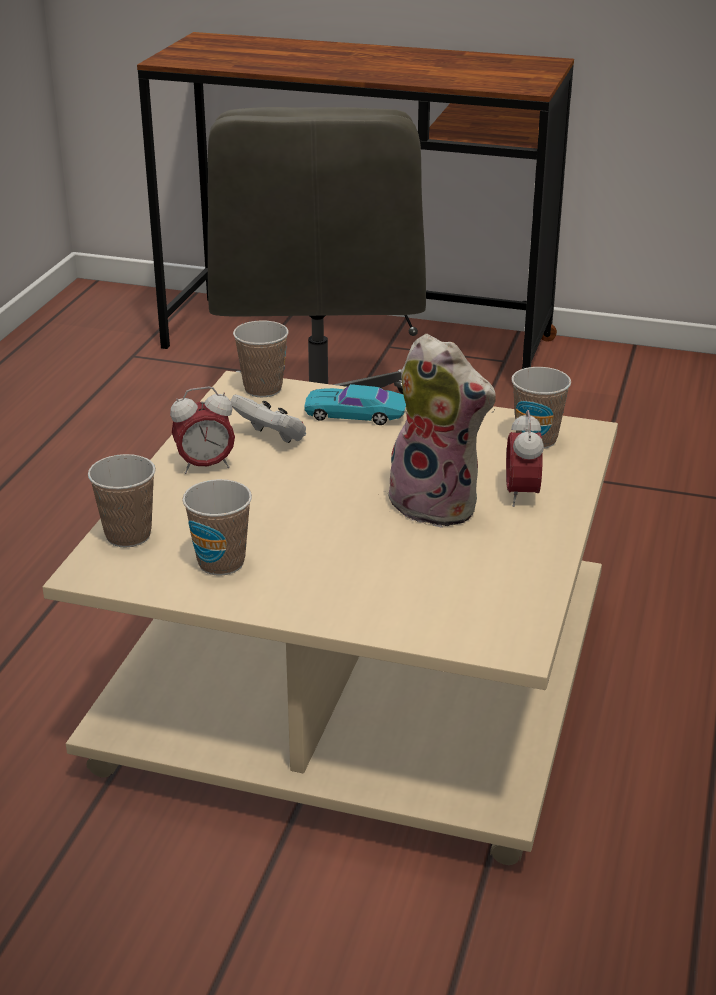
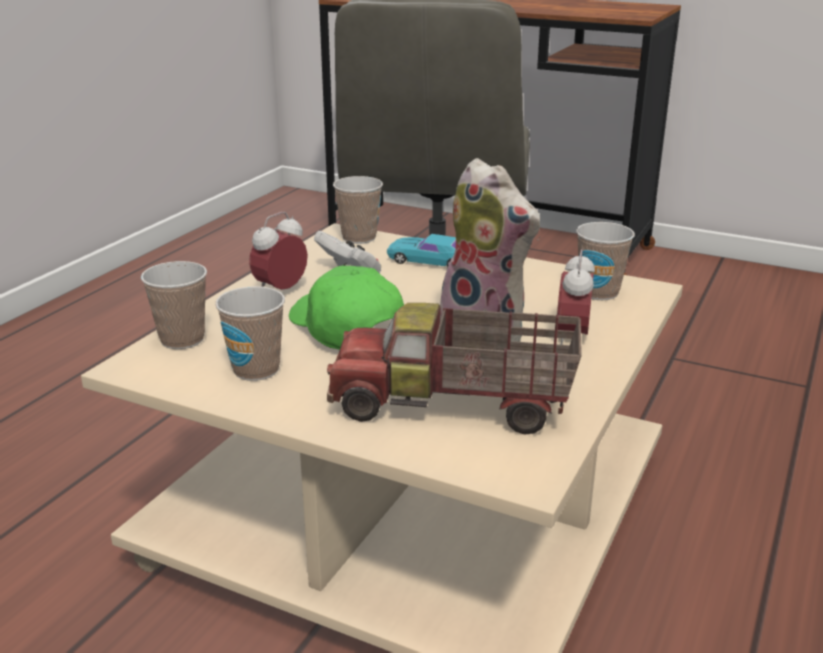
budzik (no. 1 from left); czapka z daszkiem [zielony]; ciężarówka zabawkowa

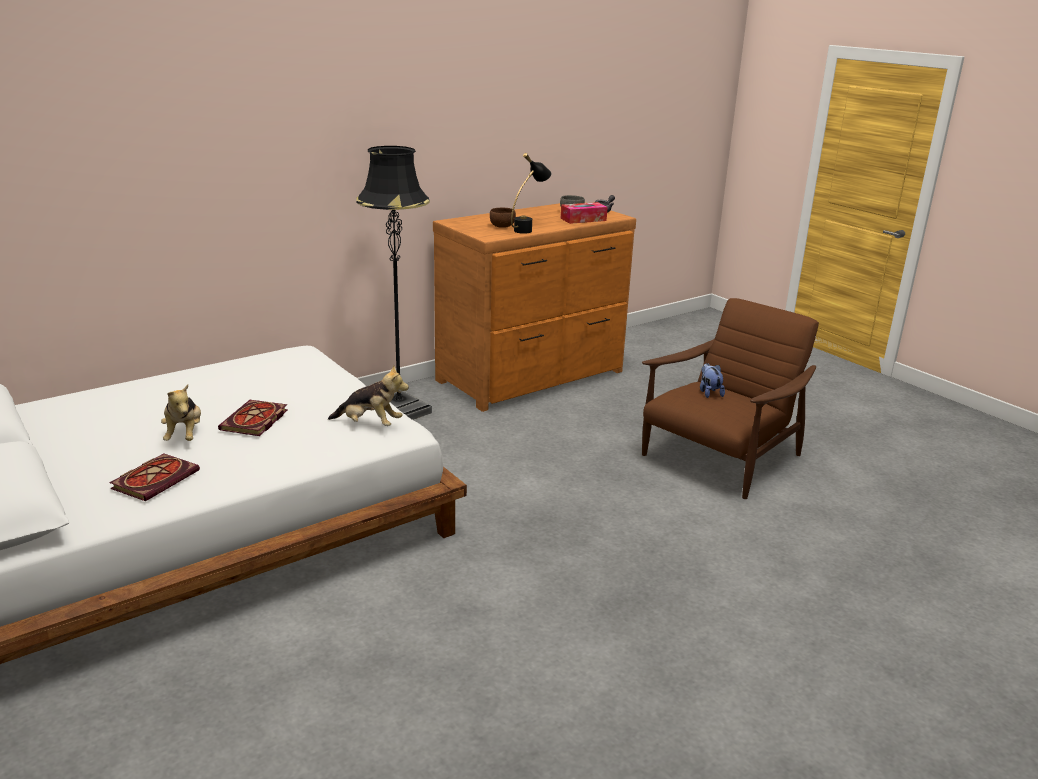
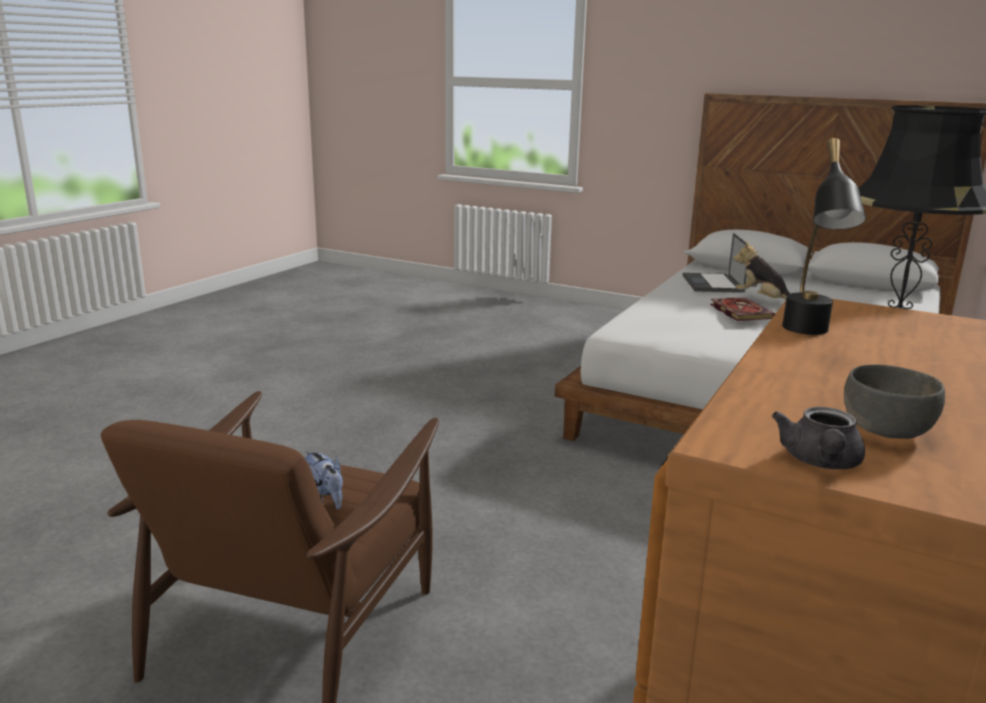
pudełko chusteczek; miska [brązowy]; pluszak (no. 2 from left in the first image); laptop

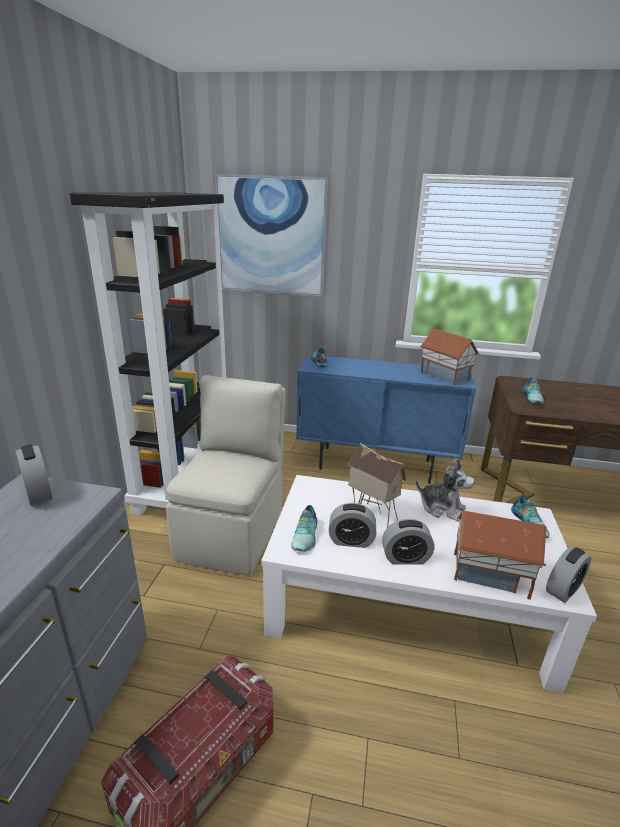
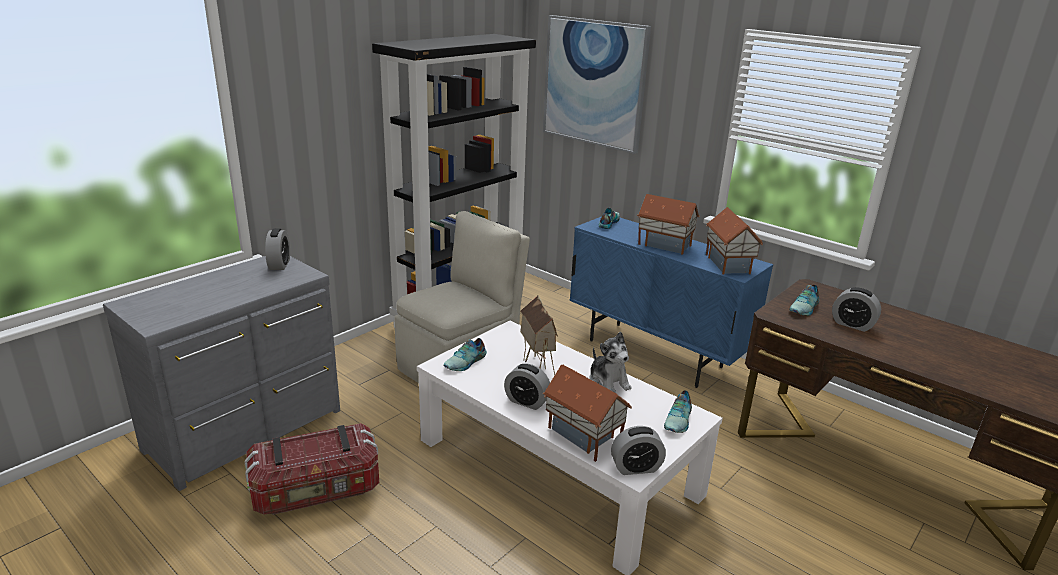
budzik (no. 4 from left); domek (no. 3 from left)

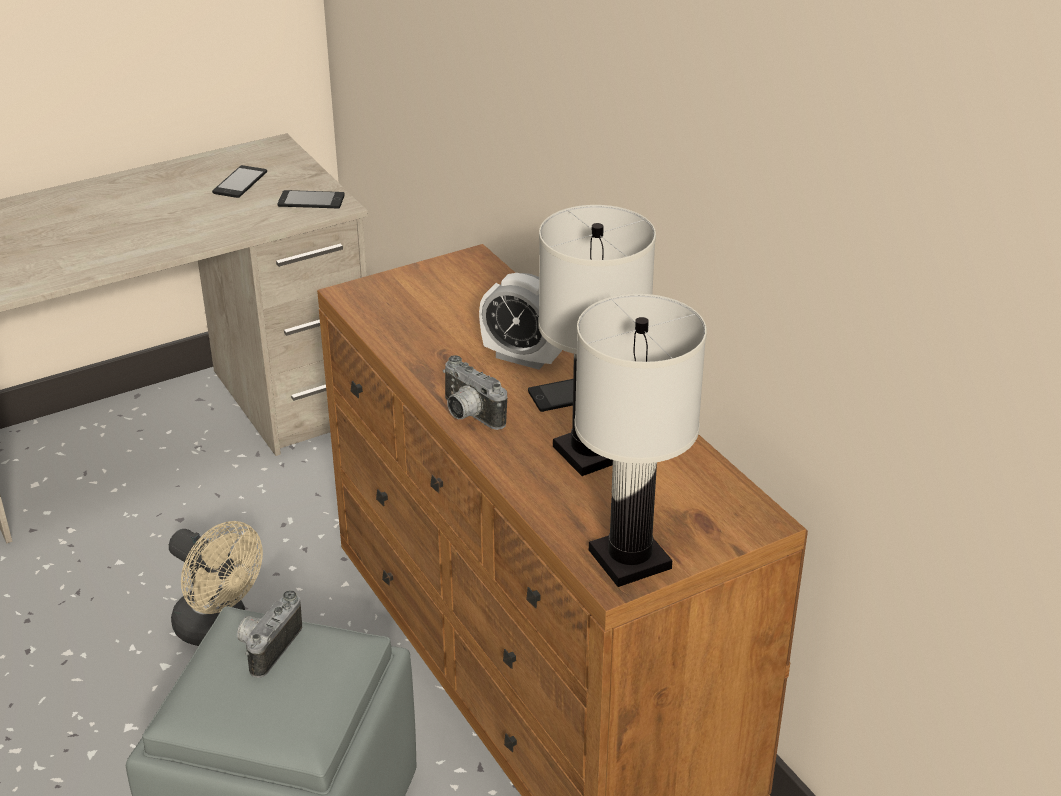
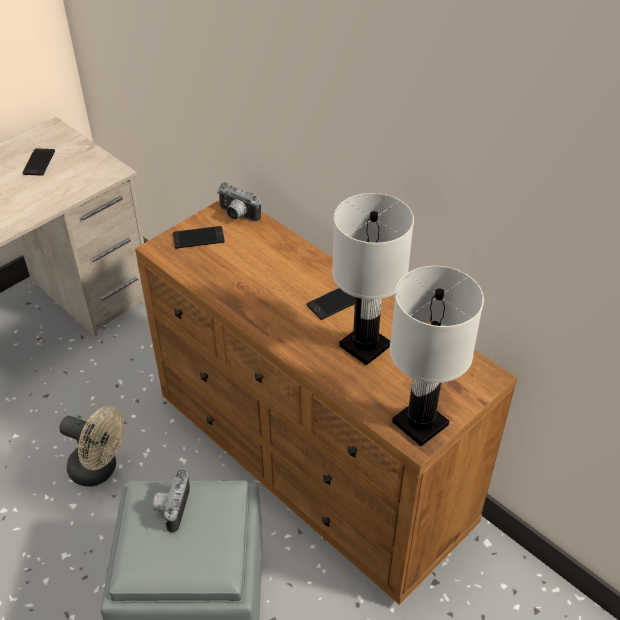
telefon (no. 2 from left); budzik; aparat fotograficzny (no. 2 from left)

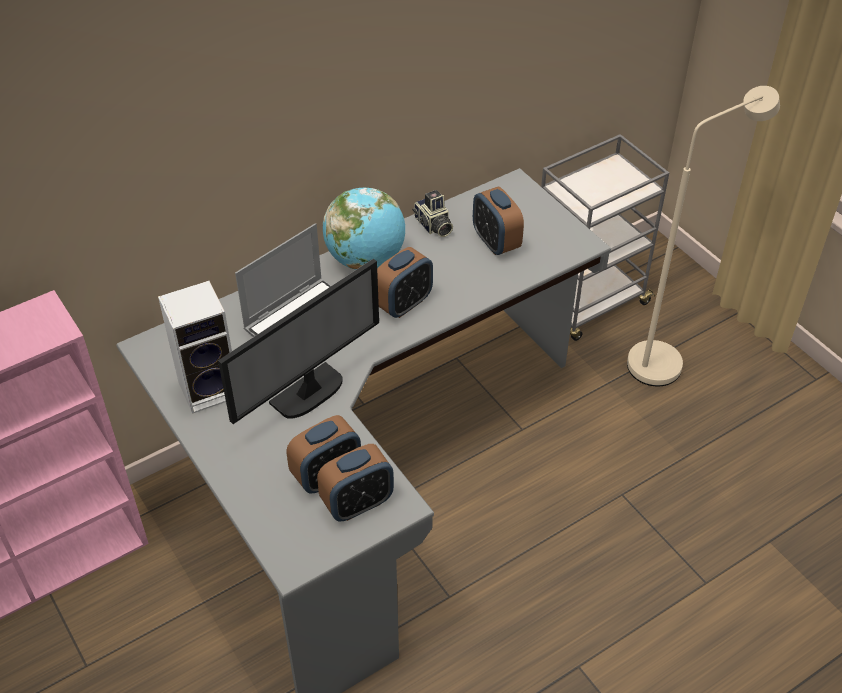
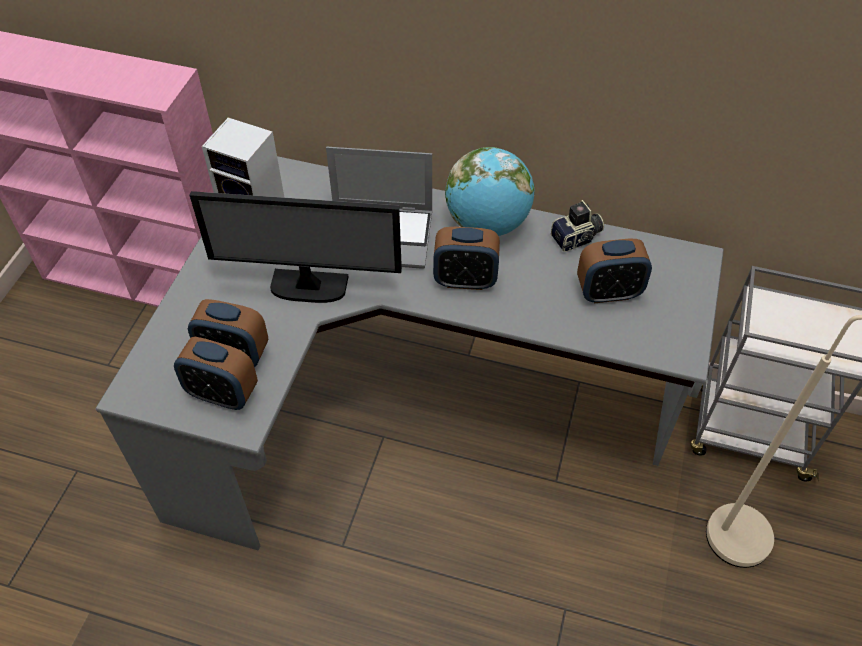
budzik (no. 4 from left); aparat fotograficzny

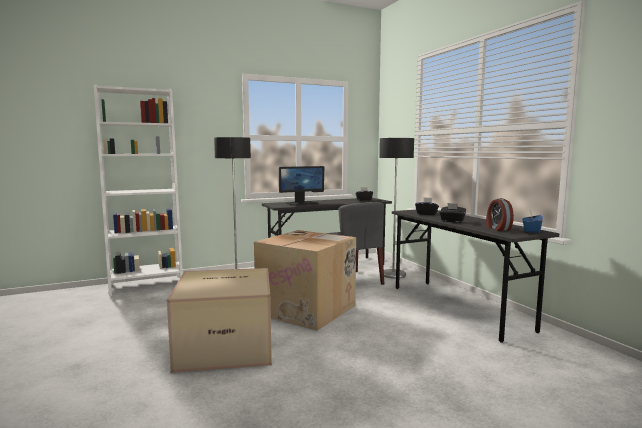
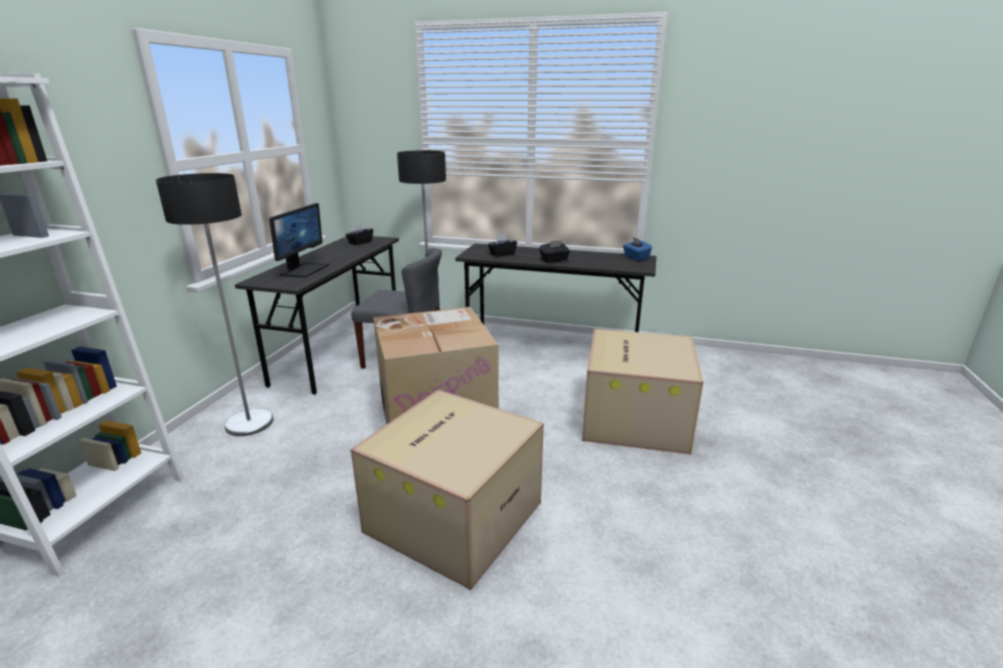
budzik; karton (no. 3 from left)

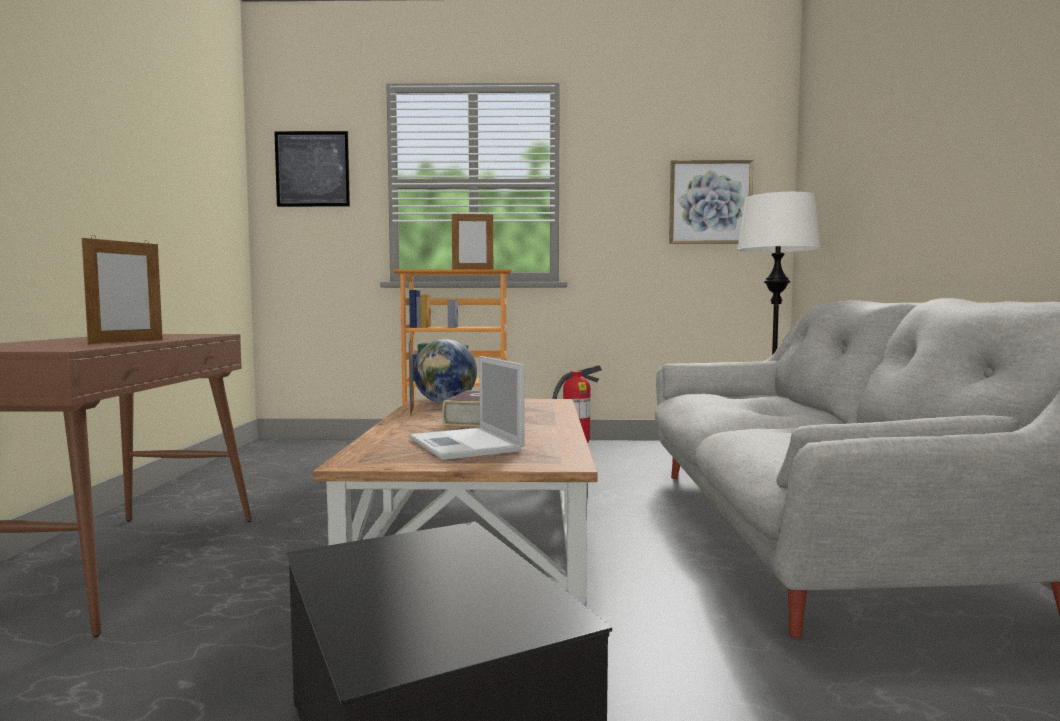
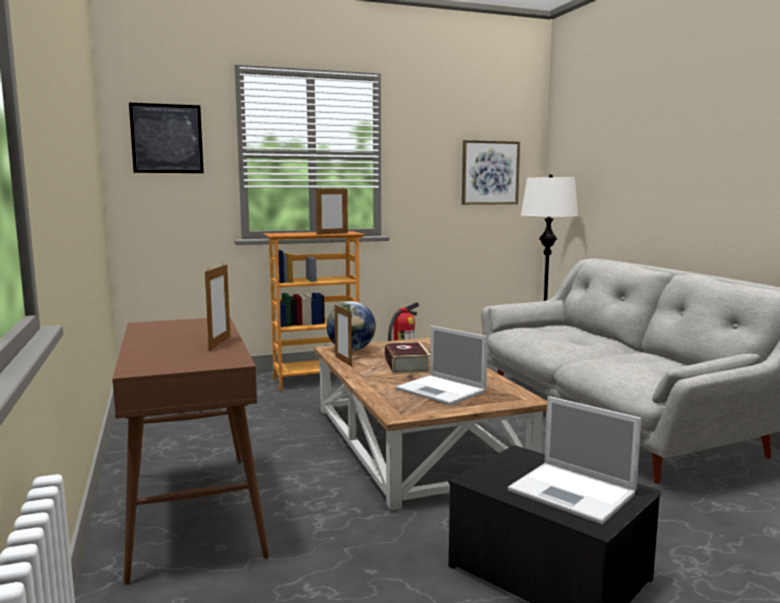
laptop (no. 2 from left)

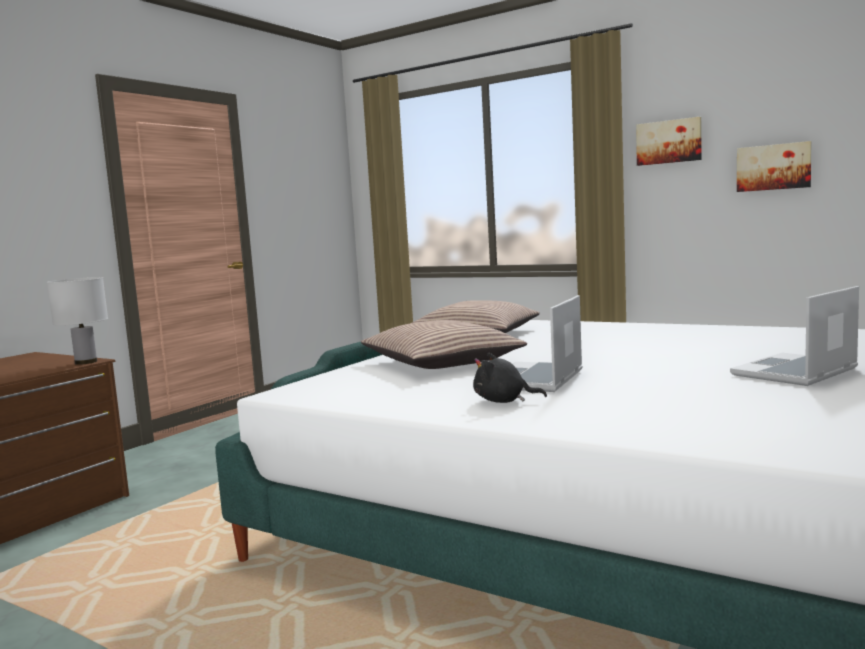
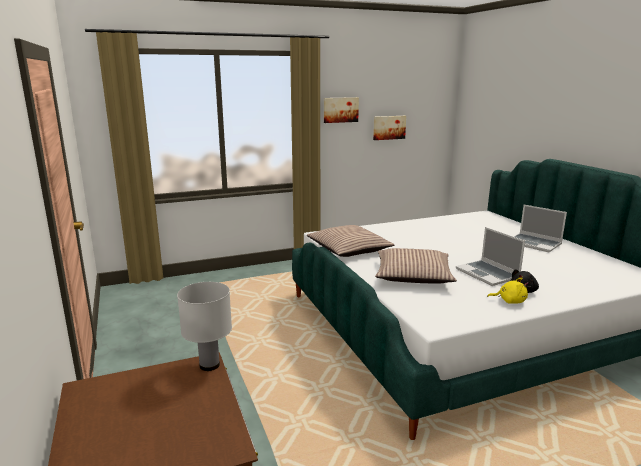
laptop (no. 2 from left); pluszak [żółty]

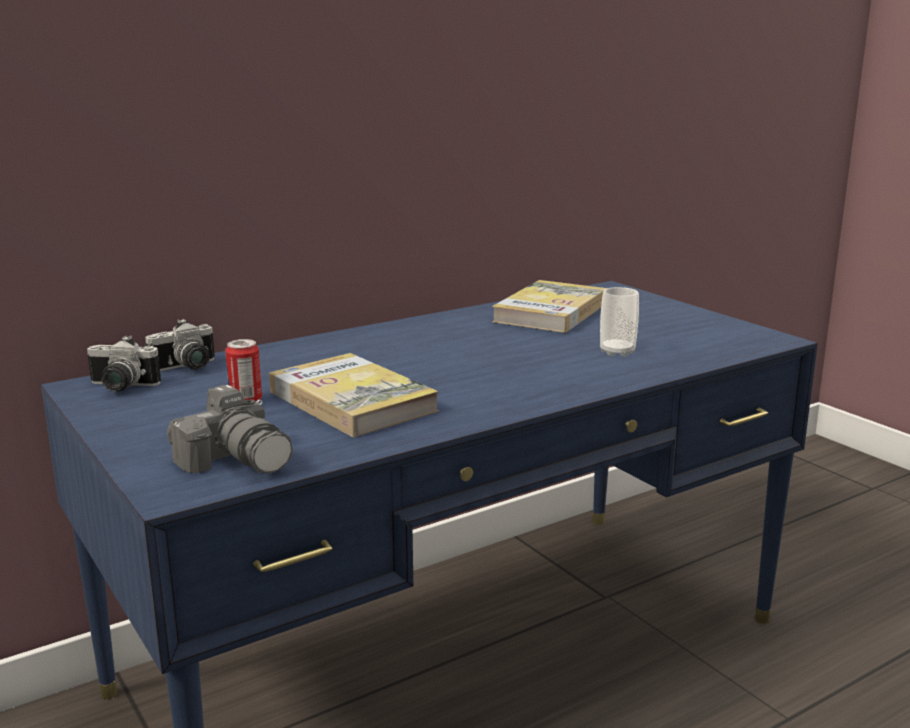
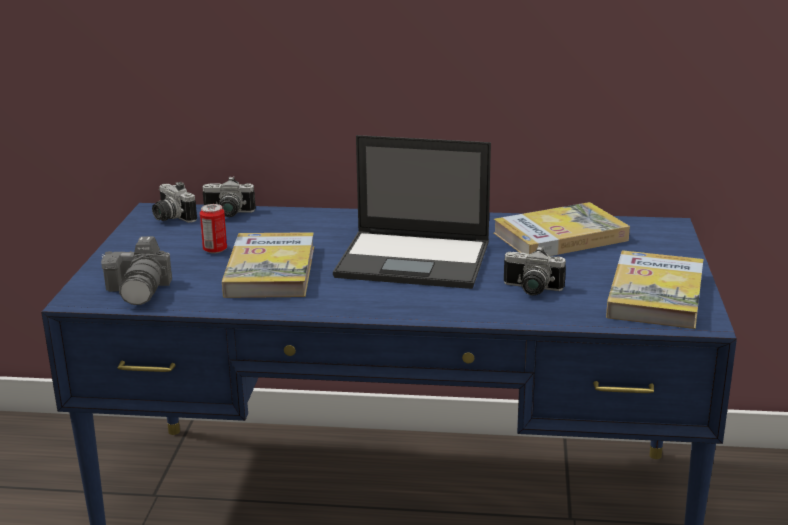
aparat fotograficzny (no. 4 from left); laptop; książka (no. 3 from left)

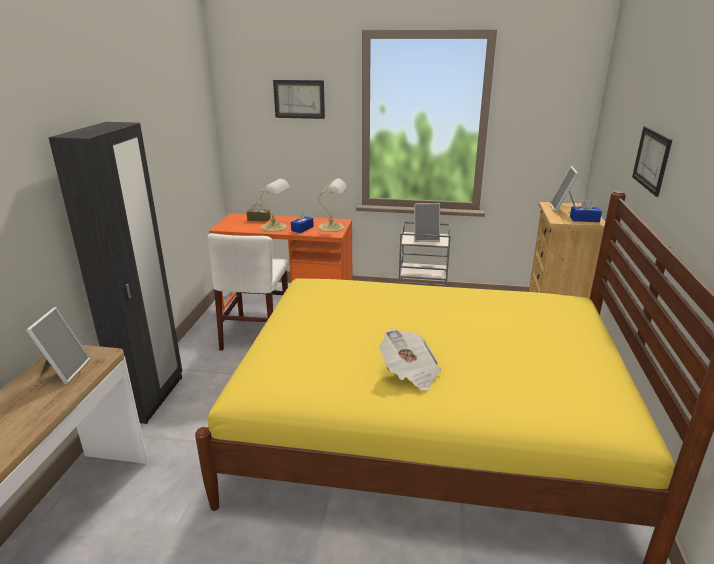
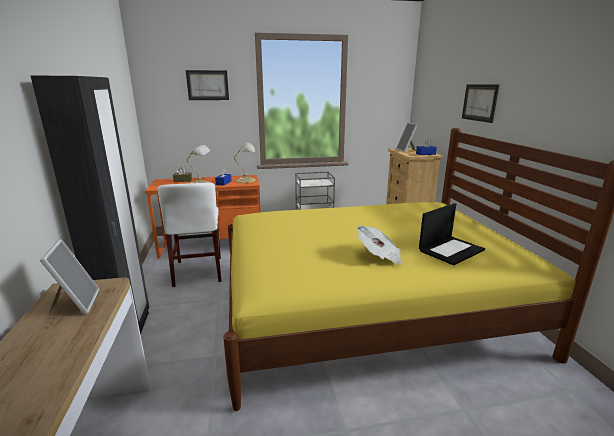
ramka na zdjęcie (no. 2 from left in the first image); laptop

